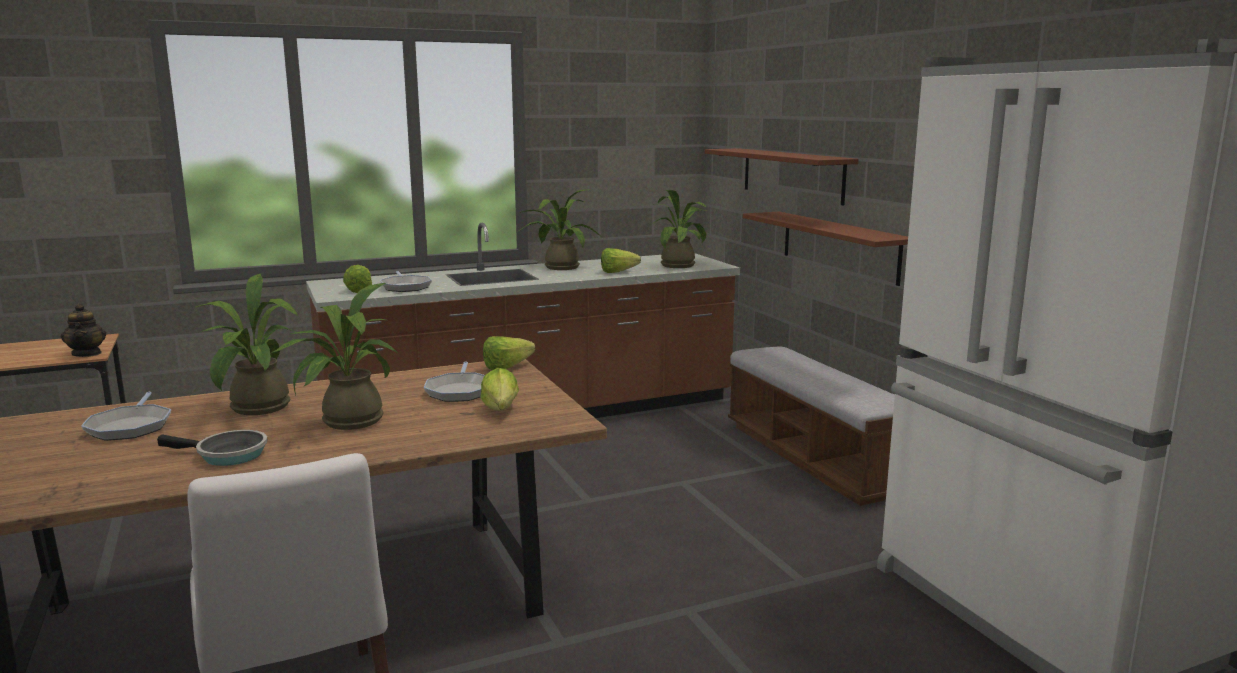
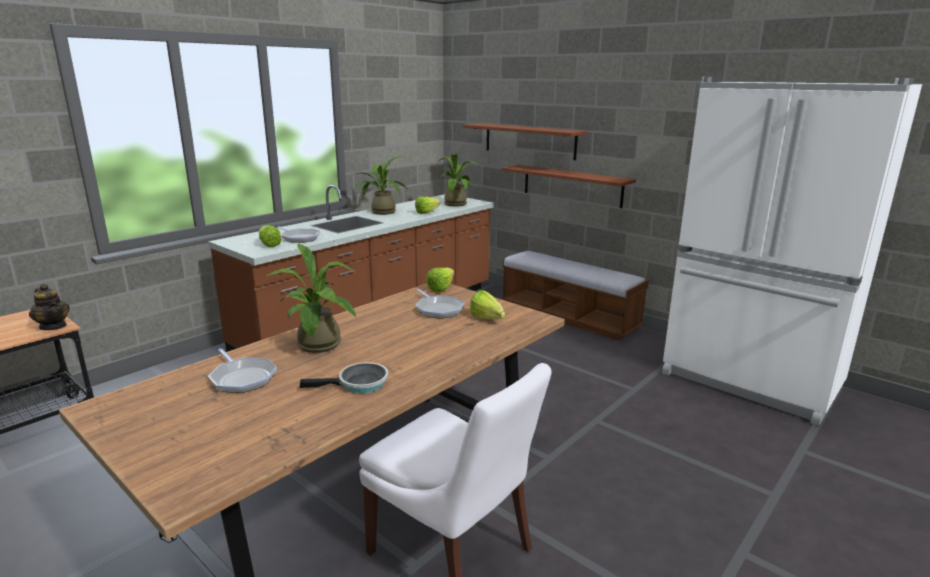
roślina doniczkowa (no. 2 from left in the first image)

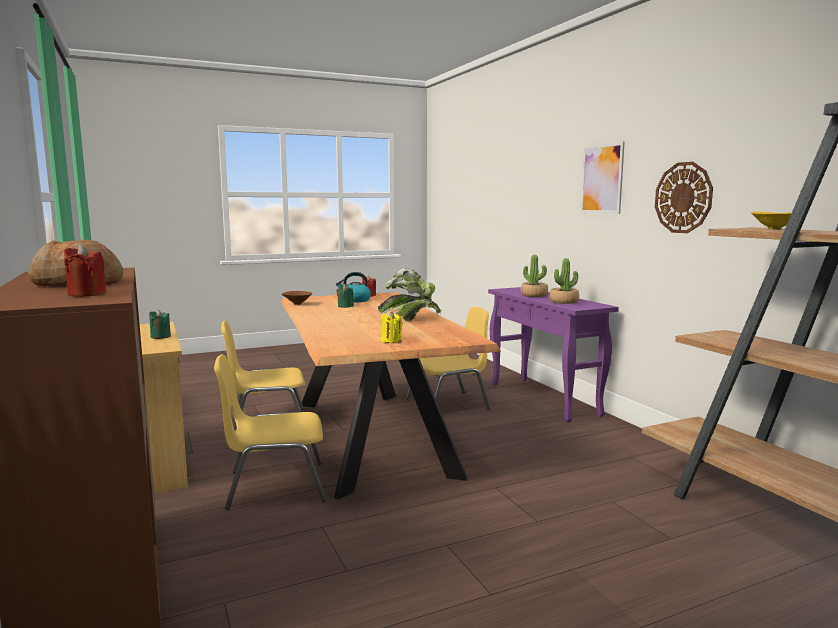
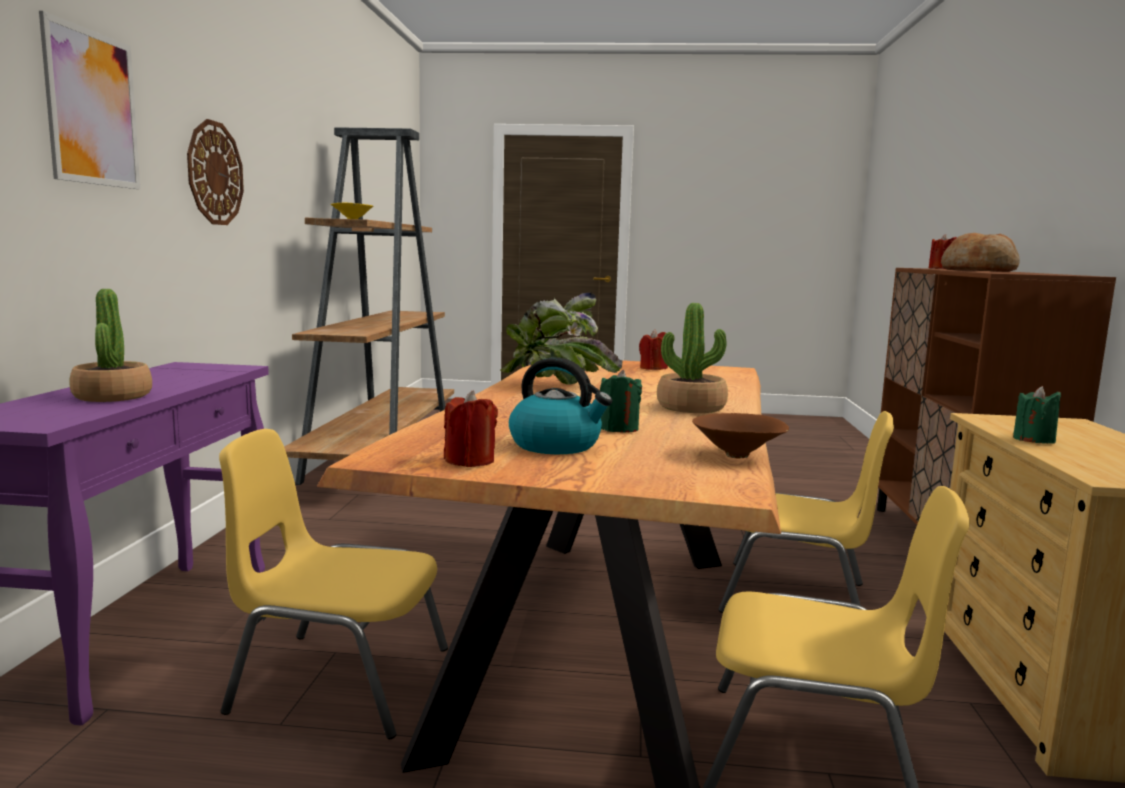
roślina doniczkowa (no. 3 from left); świeca [czerwony] (no. 2 from left)

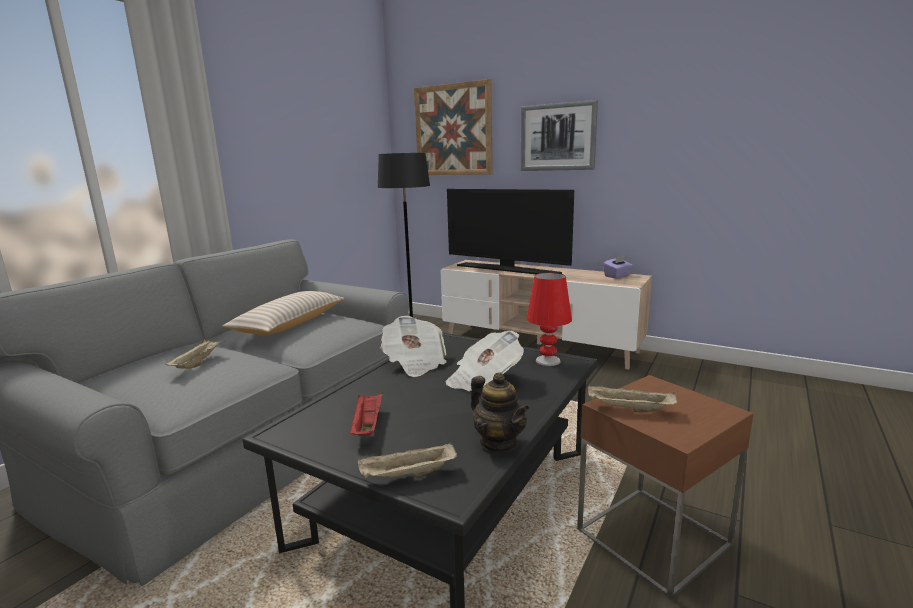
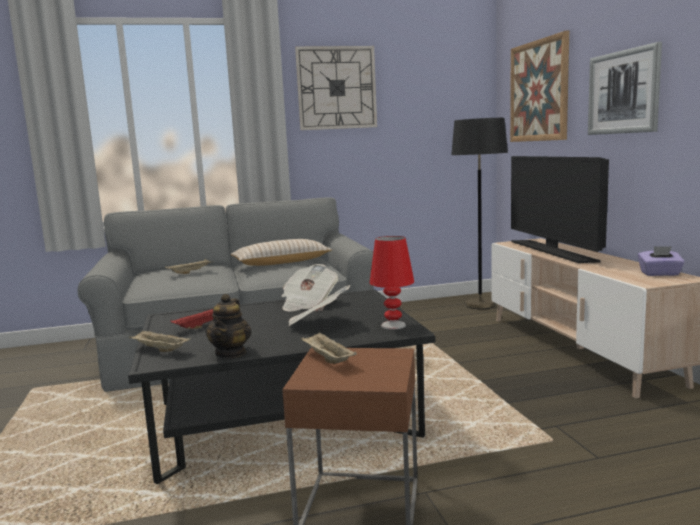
zegar ścienny

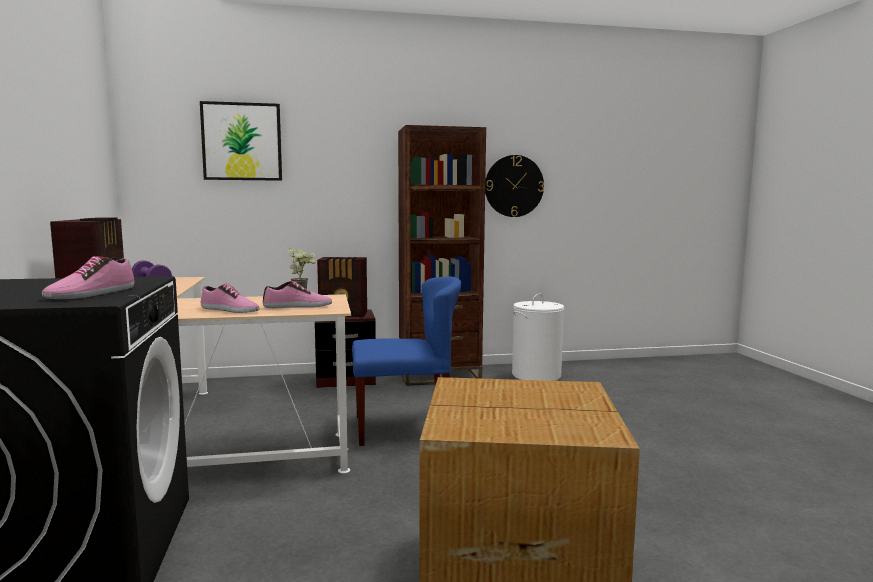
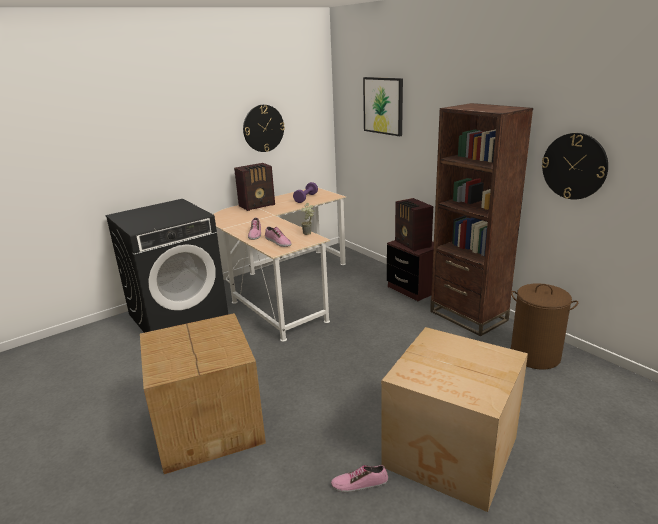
but (no. 3 from left); krzesło [niebieski]; kosz na pranie [brązowy]; zegar ścienny (no. 1 from left); karton (no. 2 from left)

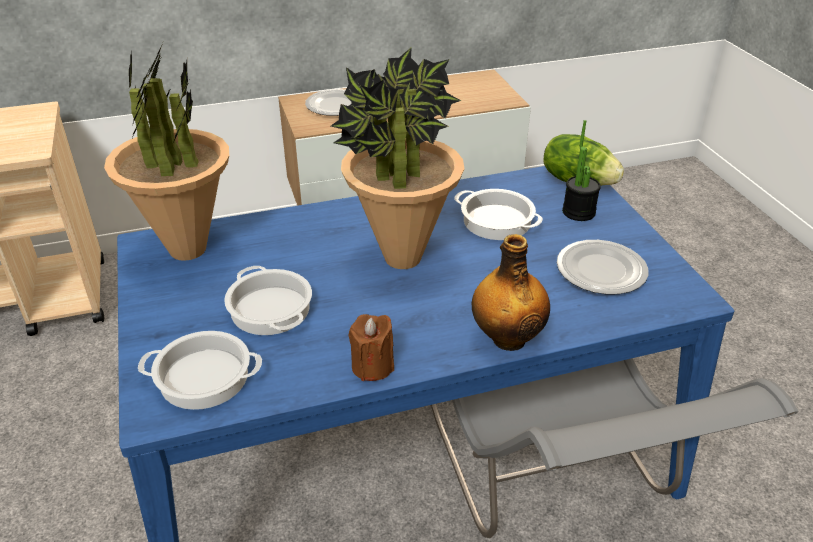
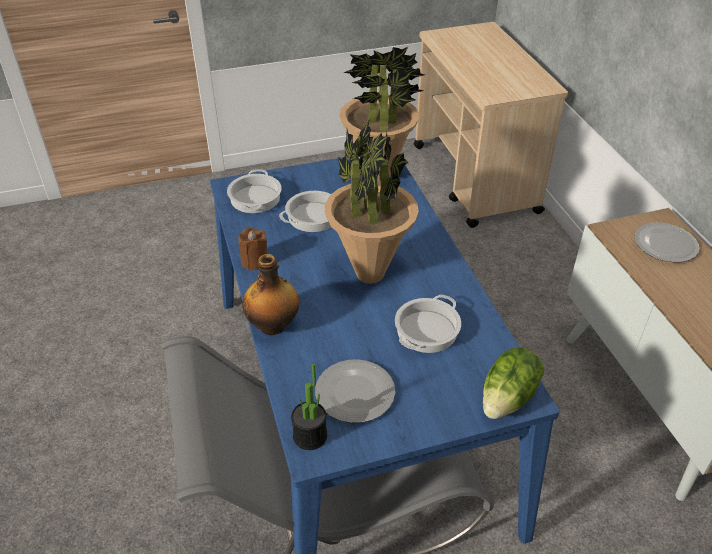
roślina doniczkowa (no. 1 from left)

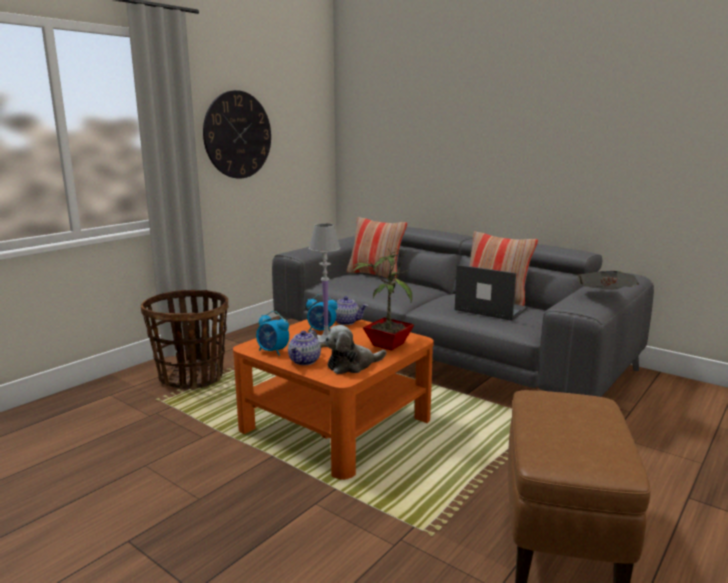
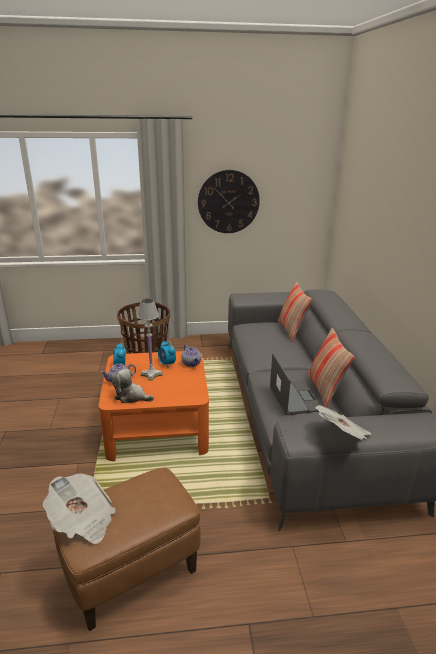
roślina doniczkowa; gazeta (no. 1 from left)

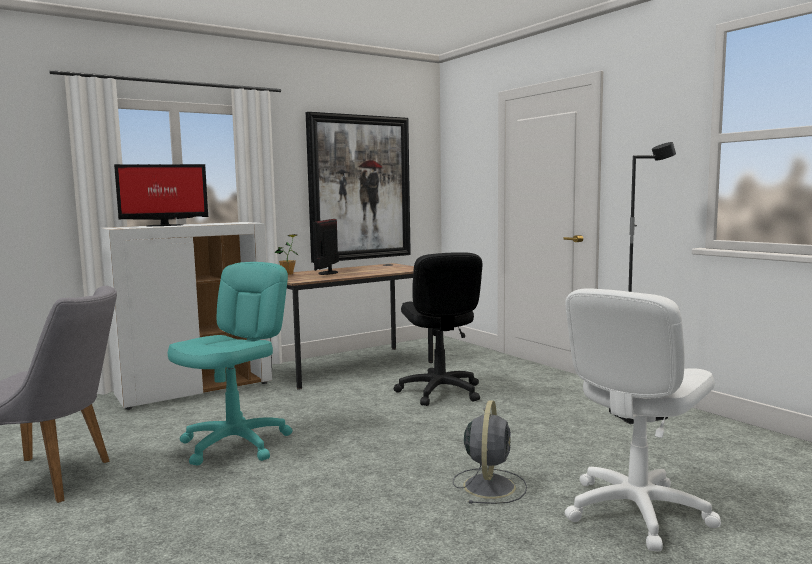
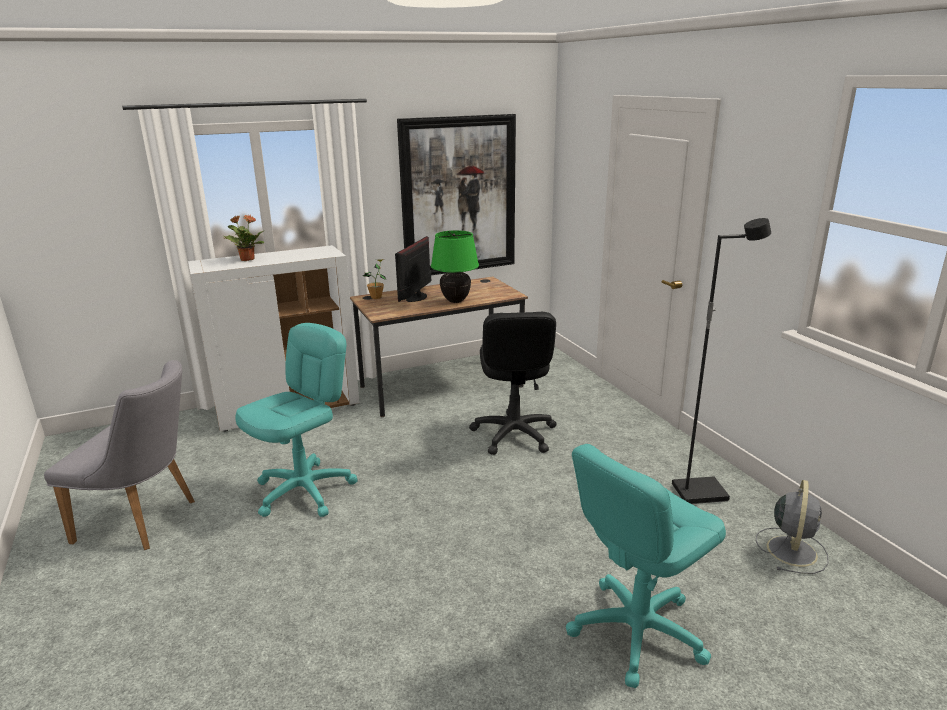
roślina doniczkowa (no. 1 from left); krzesło biurowe [turkusowy] (no. 2 from left); wentylator [szary]; lampa stołowa [zielony]

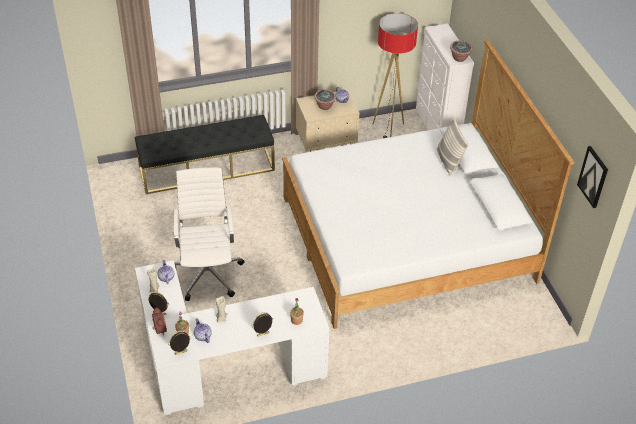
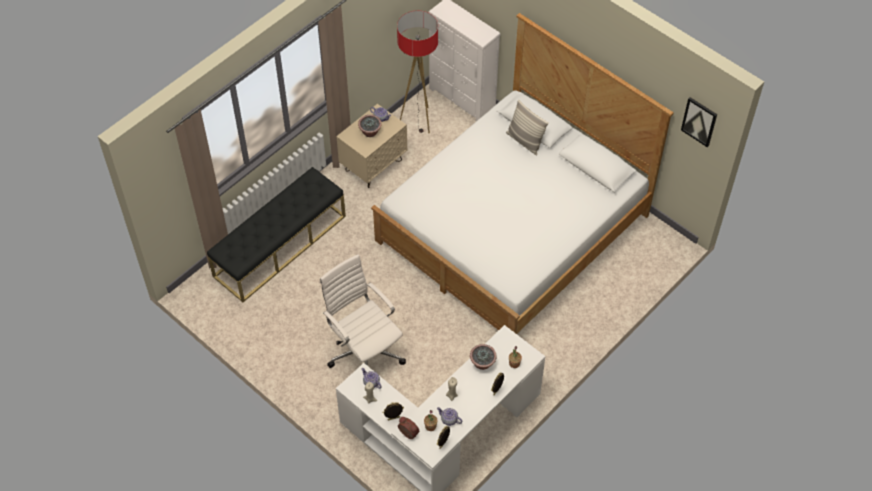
roślina doniczkowa (no. 3 from left)

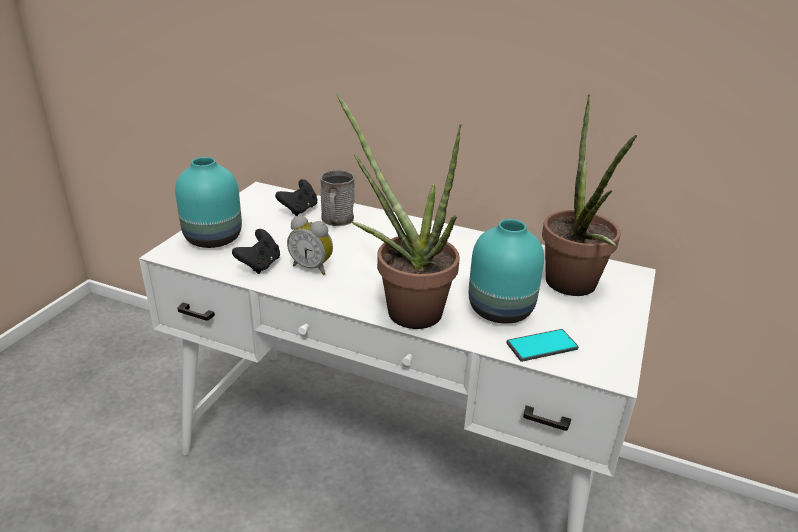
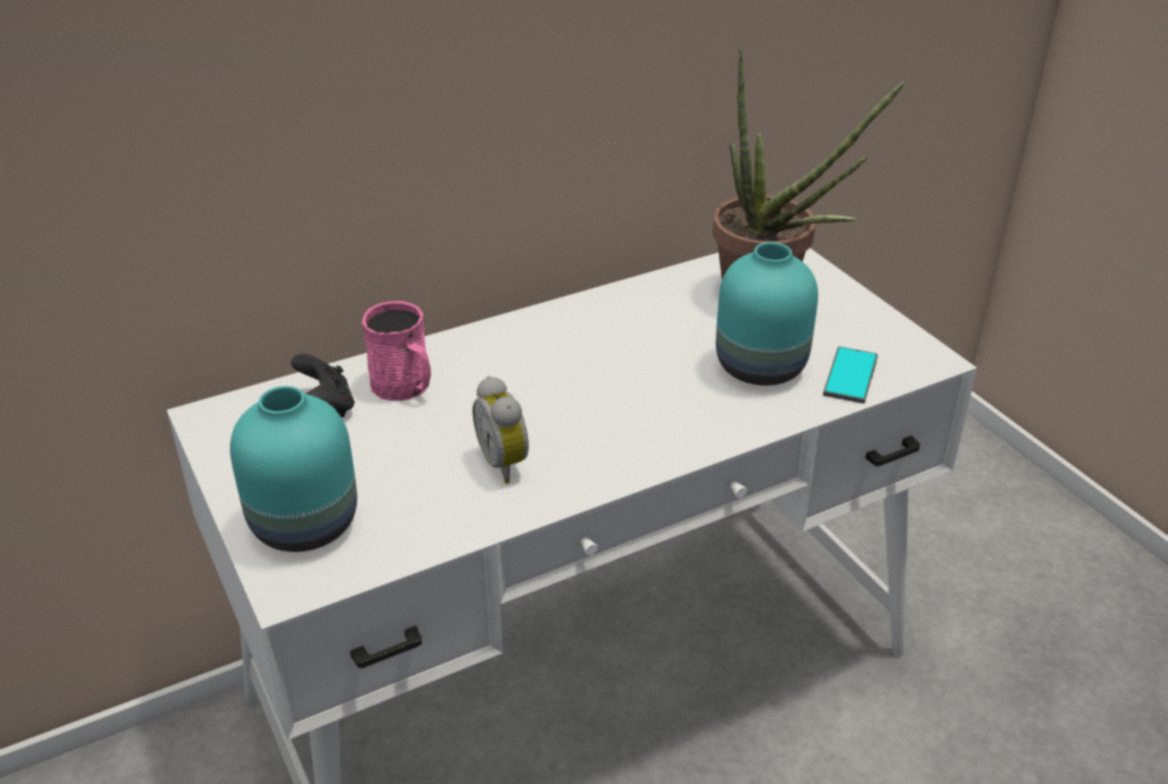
roślina doniczkowa (no. 1 from left in the first image); kubek [różowy]; budzik; pad do gier [czarny] (no. 1 from left in the first image)

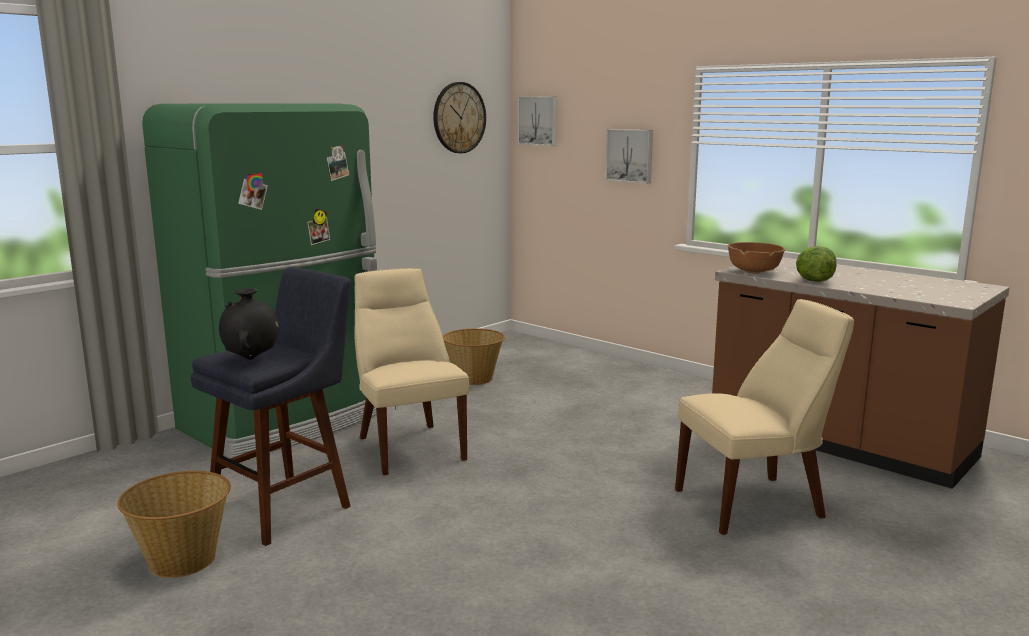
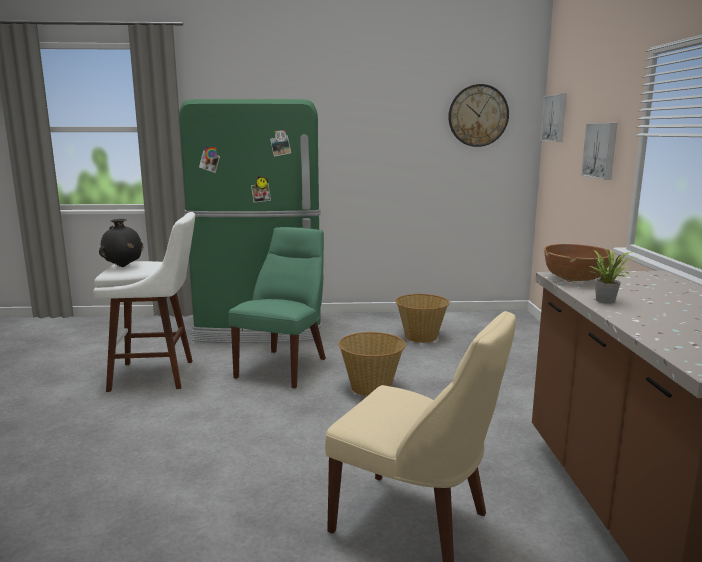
roślina doniczkowa; stołek [biały]; krzesło [zielony]; koszyk (no. 1 from left)

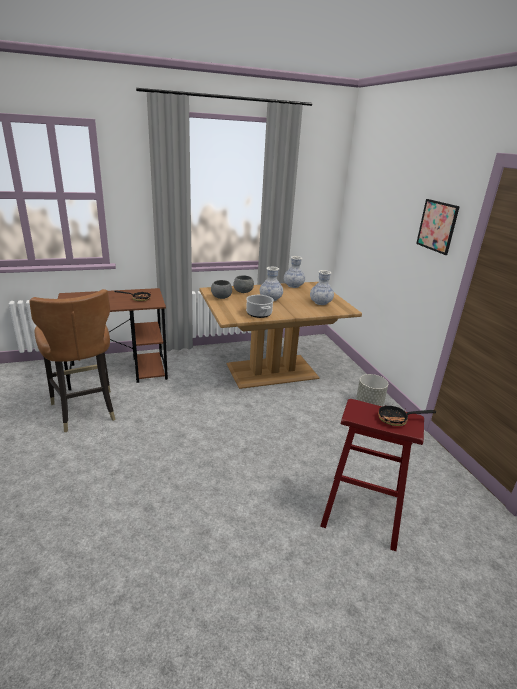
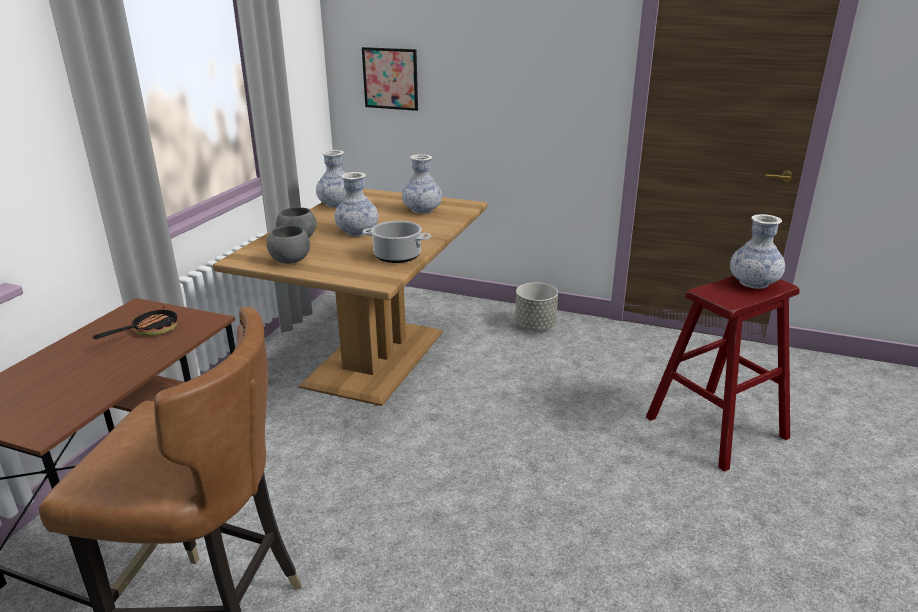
obraz; wazon (no. 4 from left)

